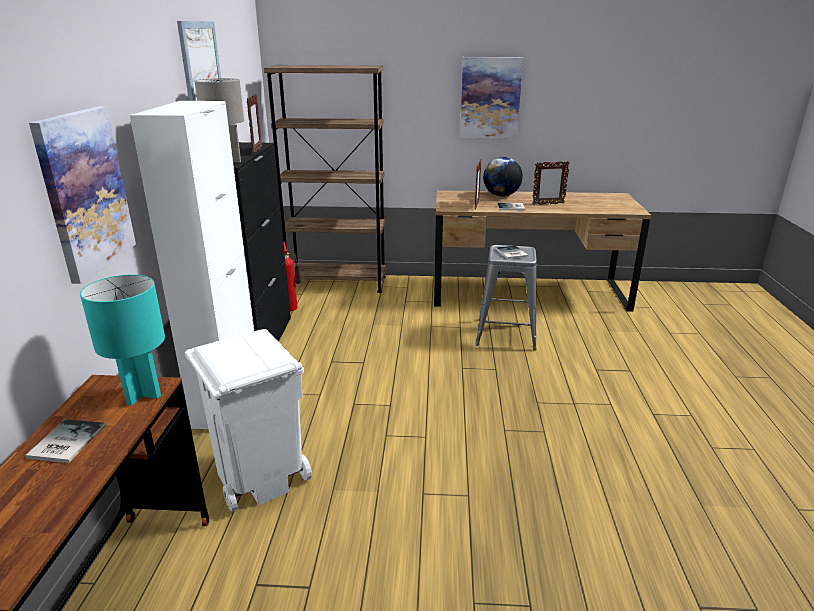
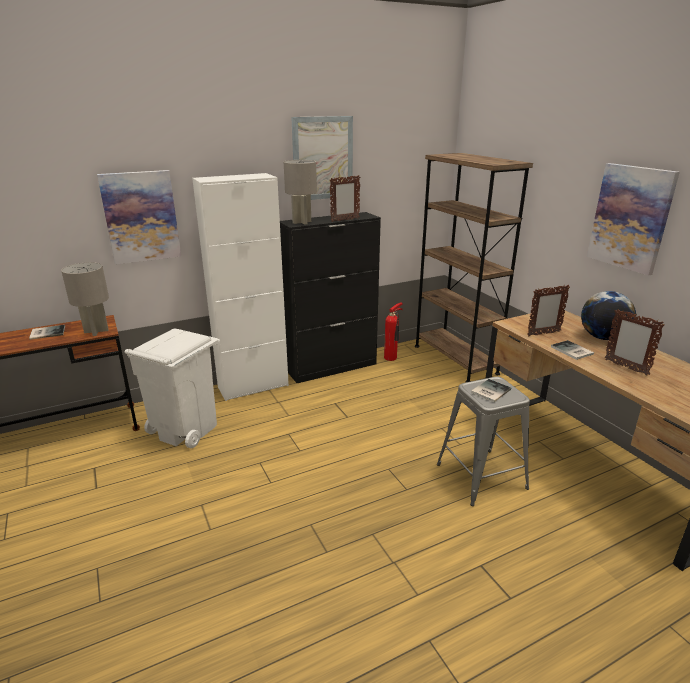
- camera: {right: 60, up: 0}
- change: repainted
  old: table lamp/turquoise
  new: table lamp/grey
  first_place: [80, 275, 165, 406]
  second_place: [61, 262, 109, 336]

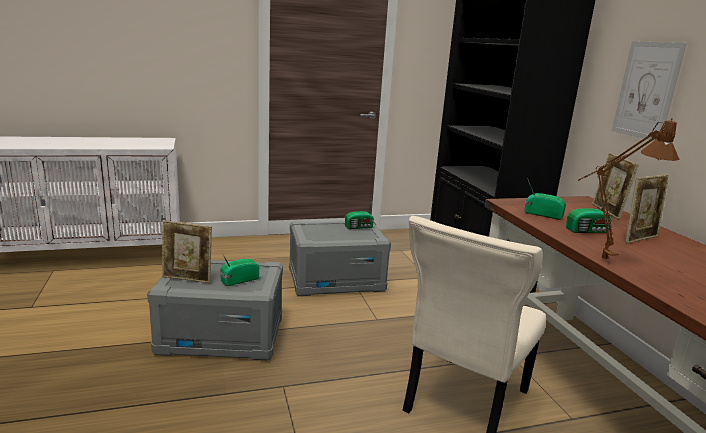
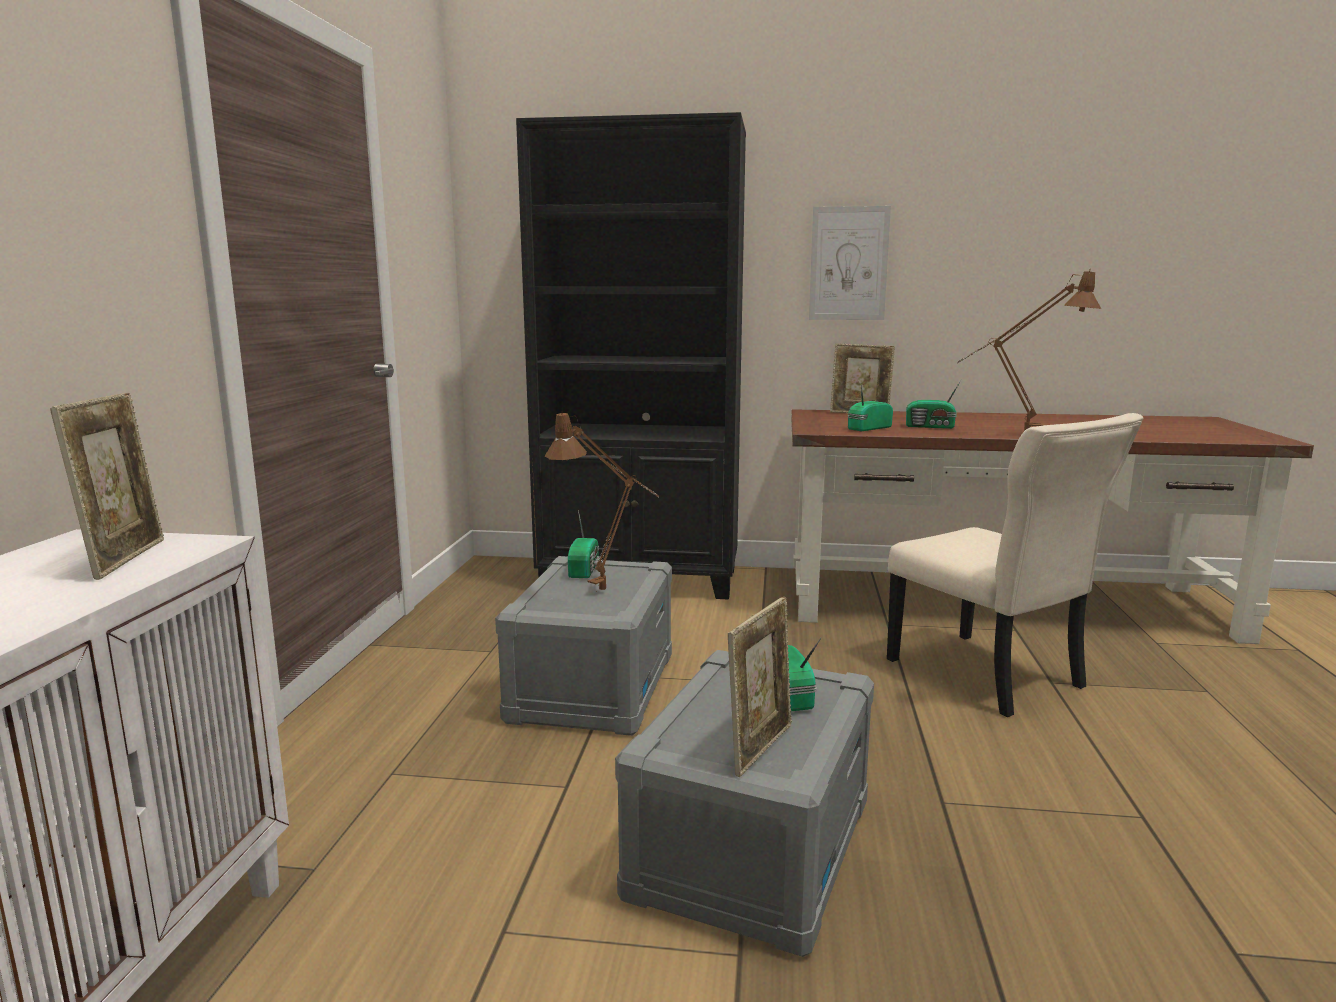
- camera: {right: -65, up: -5}
- change: new
  new: table lamp/brown
  second_place: [545, 413, 659, 590]
- change: shifted
  old: picture frame
  first_place: [625, 175, 669, 244]
  second_place: [50, 393, 164, 580]
- change: rotated
  old: radio
  first_place: [566, 192, 612, 233]
  second_place: [906, 380, 961, 429]
  degrees: 90

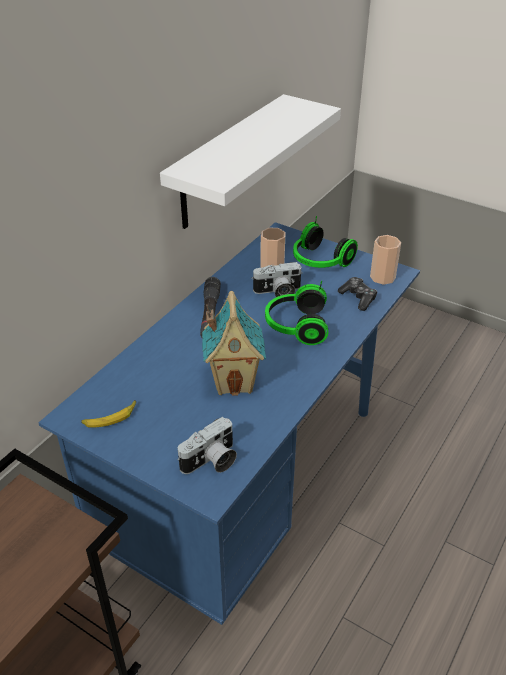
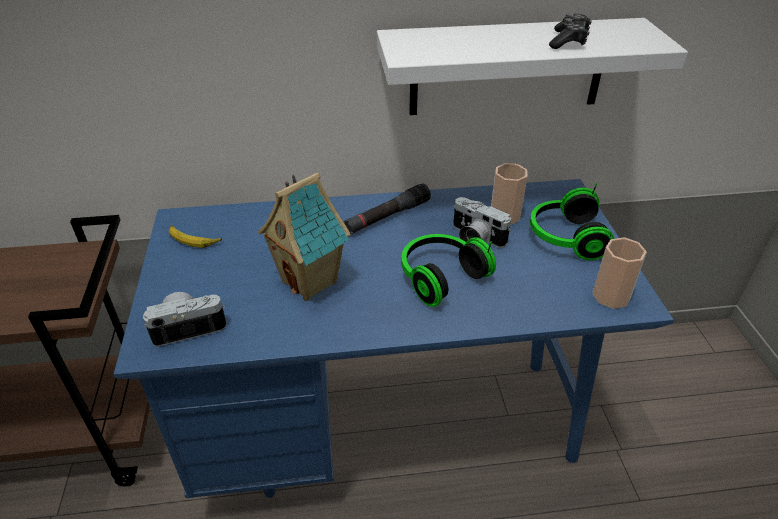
- camera: {right: 50, up: 0}
- change: shifted
  old: game controller
  first_place: [338, 277, 378, 311]
  second_place: [549, 13, 592, 49]
- change: rotated
  old: photo camera
  first_place: [177, 417, 237, 474]
  second_place: [143, 292, 227, 347]
  degrees: 150

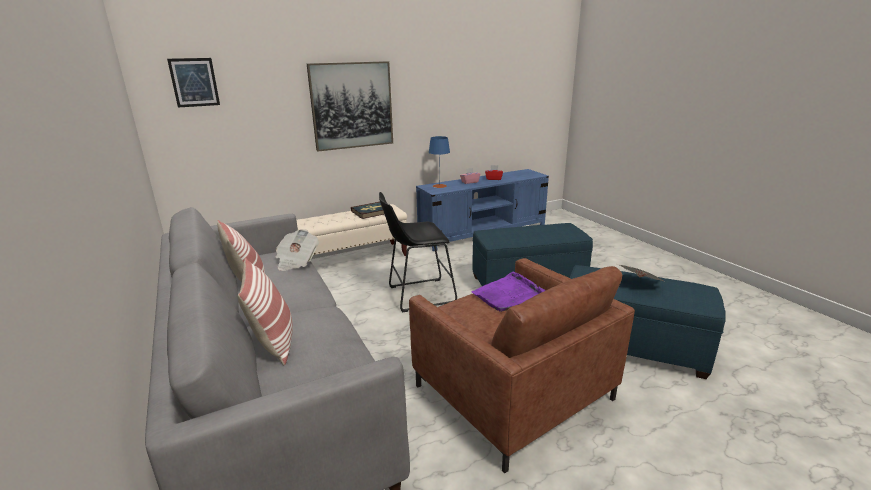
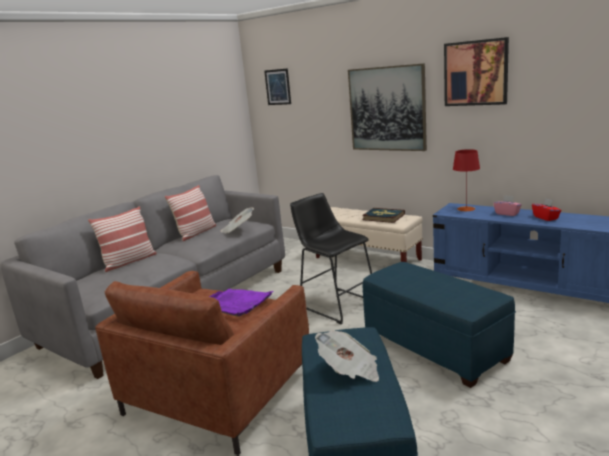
- camera: {right: 65, up: -5}
- change: new
  new: picture
  second_place: [444, 37, 509, 106]
- change: repainted
  old: table lamp/blue
  new: table lamp/red
  first_place: [429, 136, 450, 188]
  second_place: [453, 149, 480, 211]

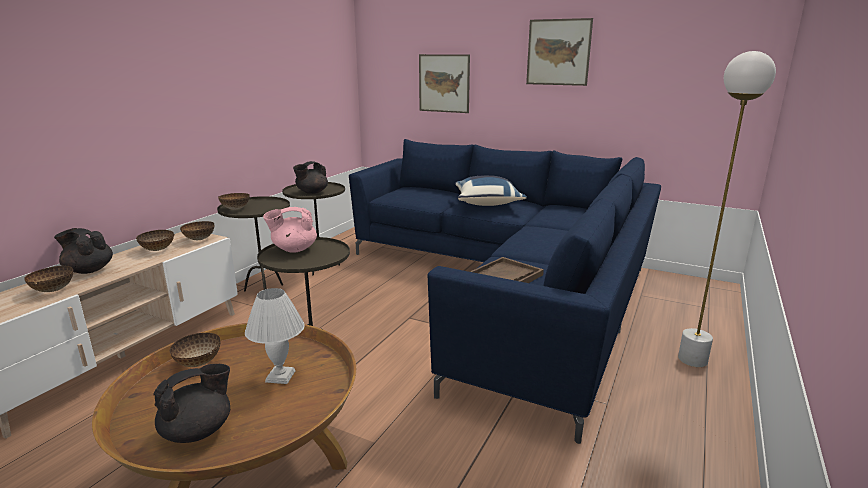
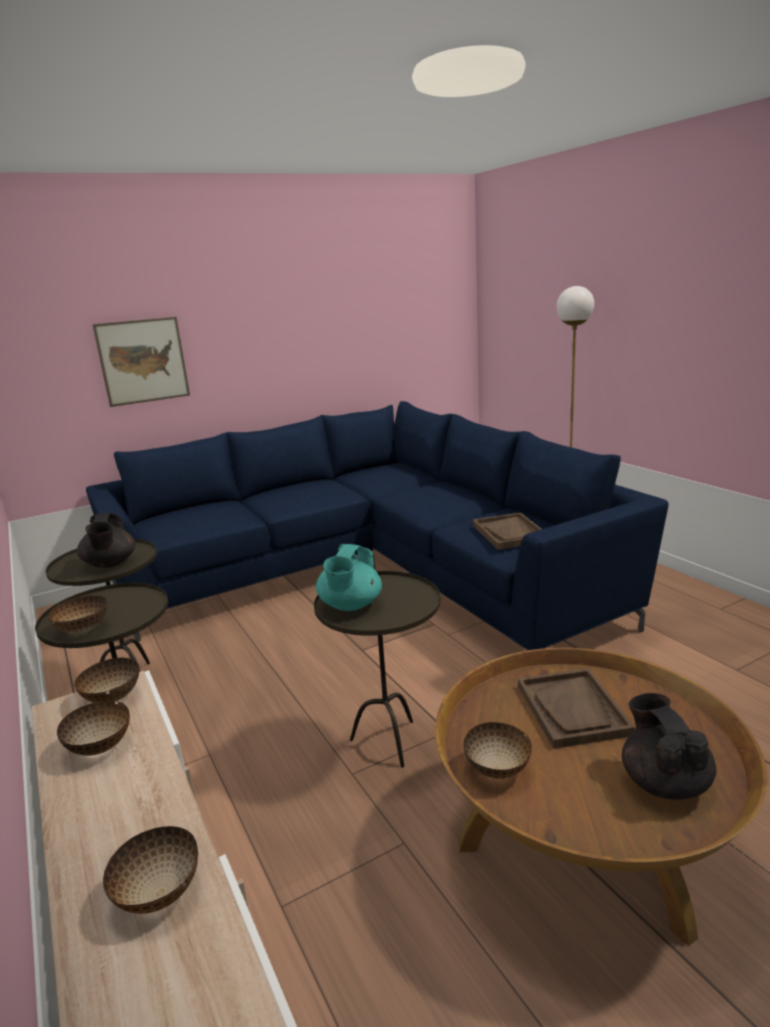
- camera: {right: -55, up: 0}
- change: gone
  old: teapot/black
  first_place: [54, 228, 113, 274]
- change: gone
  old: pillow/blue
  first_place: [455, 175, 527, 206]
- change: gone
  old: picture
  first_place: [526, 18, 593, 86]
- change: swapped
  old: table lamp/white
  new: tray/brown
  first_place: [245, 288, 305, 384]
  second_place: [518, 668, 635, 749]
- change: repainted
  old: teapot/pink
  new: teapot/turquoise
  first_place: [263, 207, 317, 253]
  second_place: [316, 544, 382, 611]

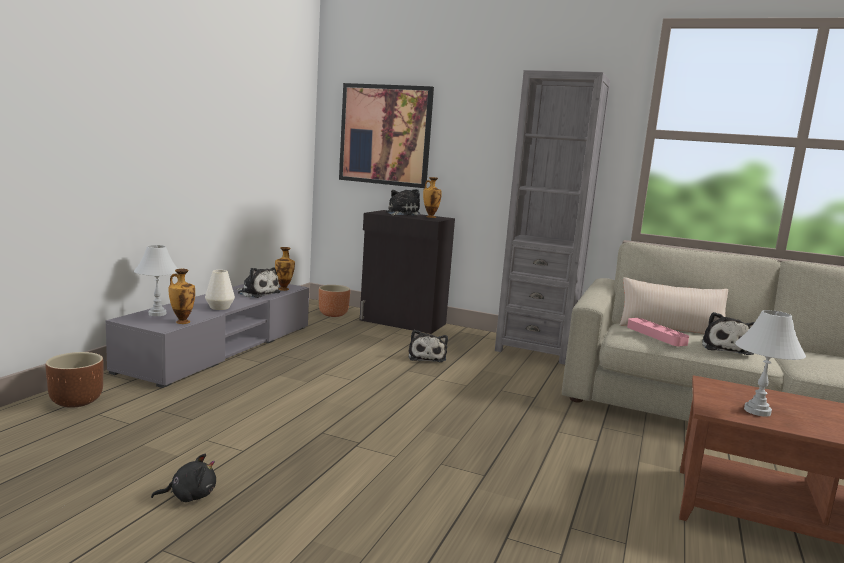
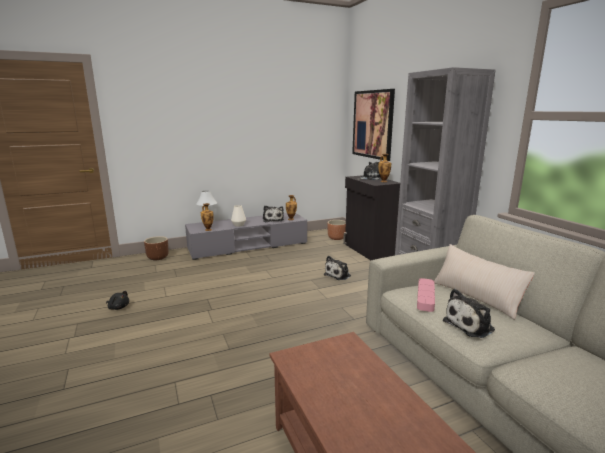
- camera: {right: 45, up: 5}
- change: gone
  old: table lamp/white
  first_place: [735, 310, 806, 417]

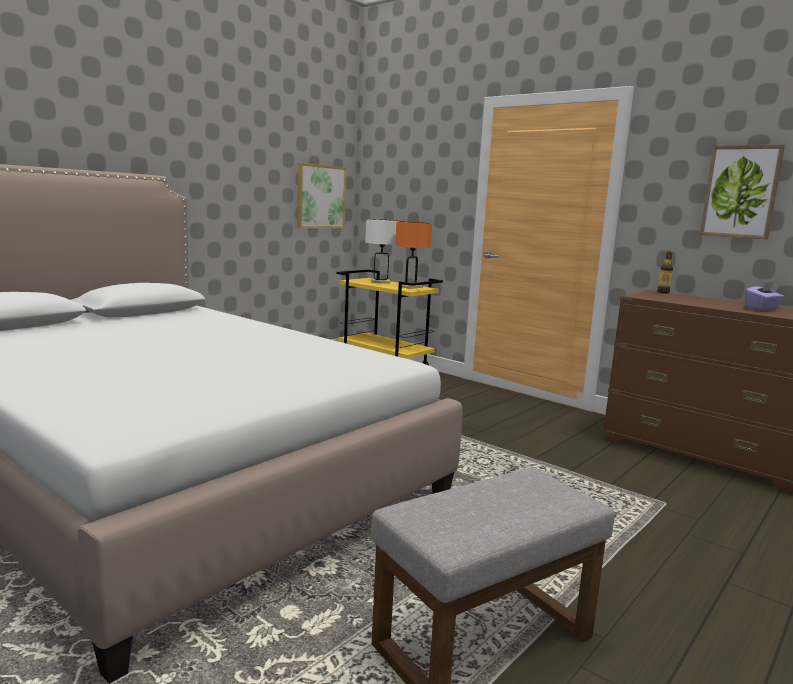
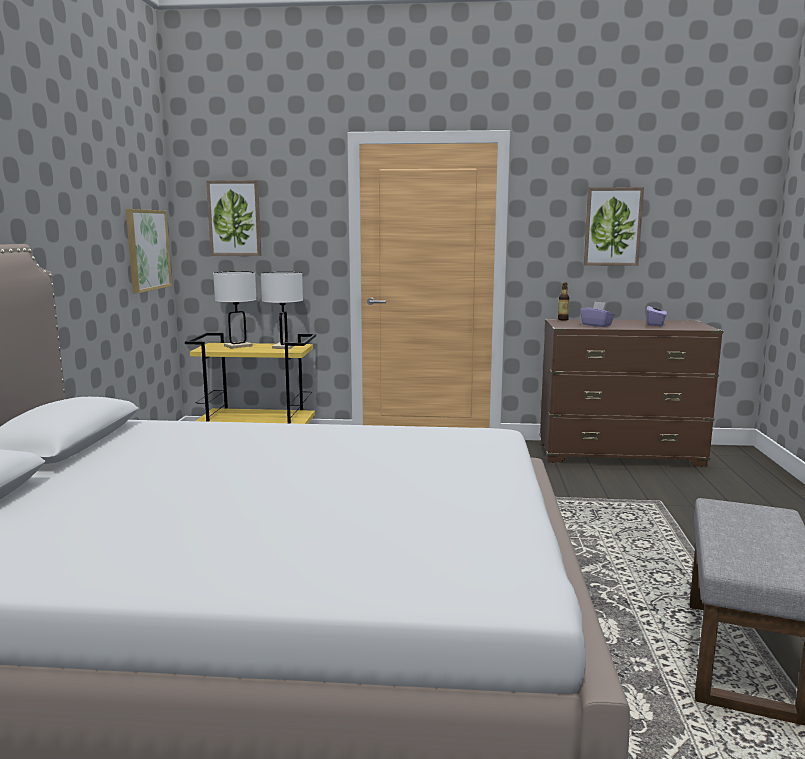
- camera: {right: -35, up: 0}
- change: new
  new: picture
  second_place: [206, 180, 261, 256]
- change: new
  new: tissue box/purple
  second_place: [580, 302, 615, 327]
- change: repainted
  old: table lamp/orange
  new: table lamp/white
  first_place: [395, 221, 432, 289]
  second_place: [261, 272, 303, 349]

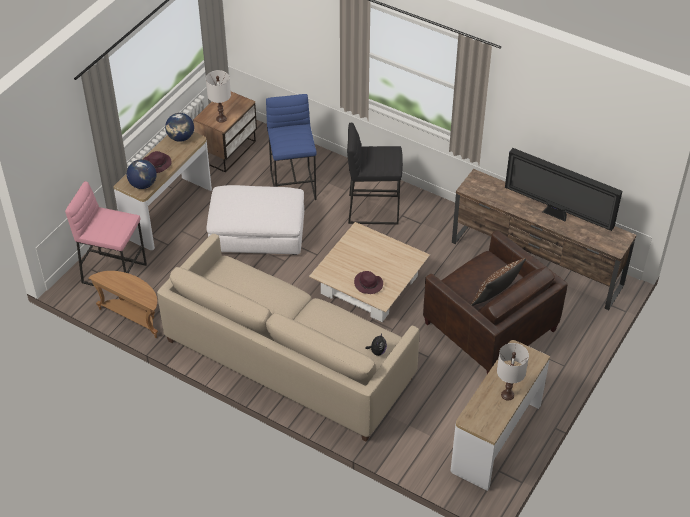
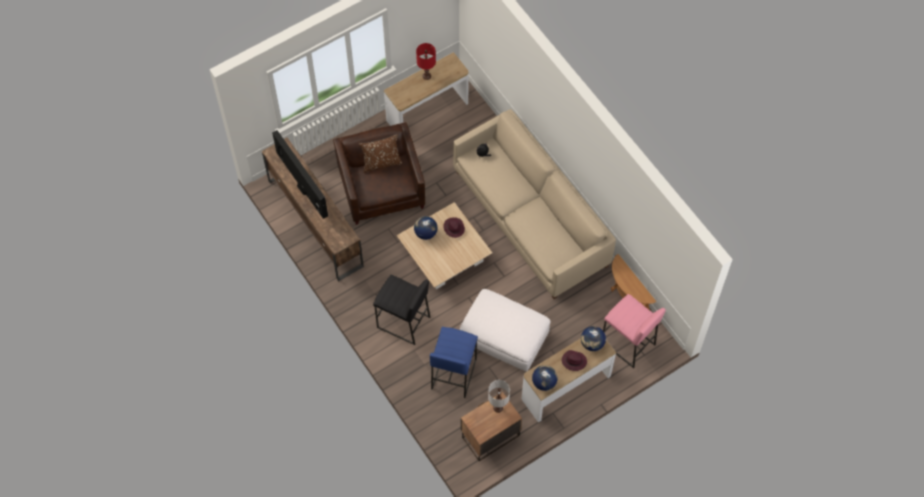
- camera: {right: -155, up: 15}
- change: new
  new: globe
  second_place: [414, 216, 437, 240]
- change: repainted
  old: table lamp/white
  new: table lamp/red
  first_place: [497, 343, 529, 401]
  second_place: [416, 43, 436, 80]

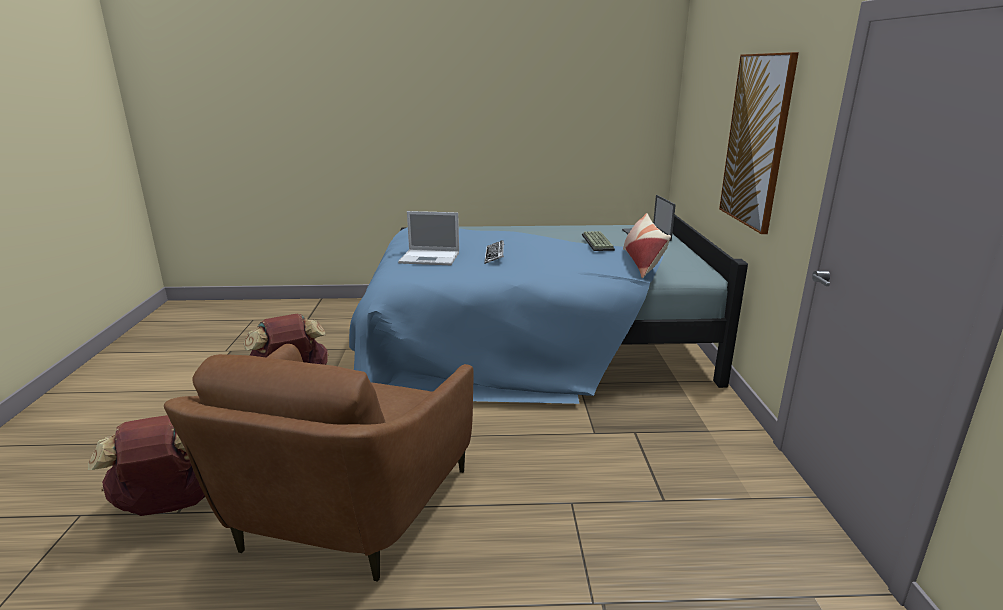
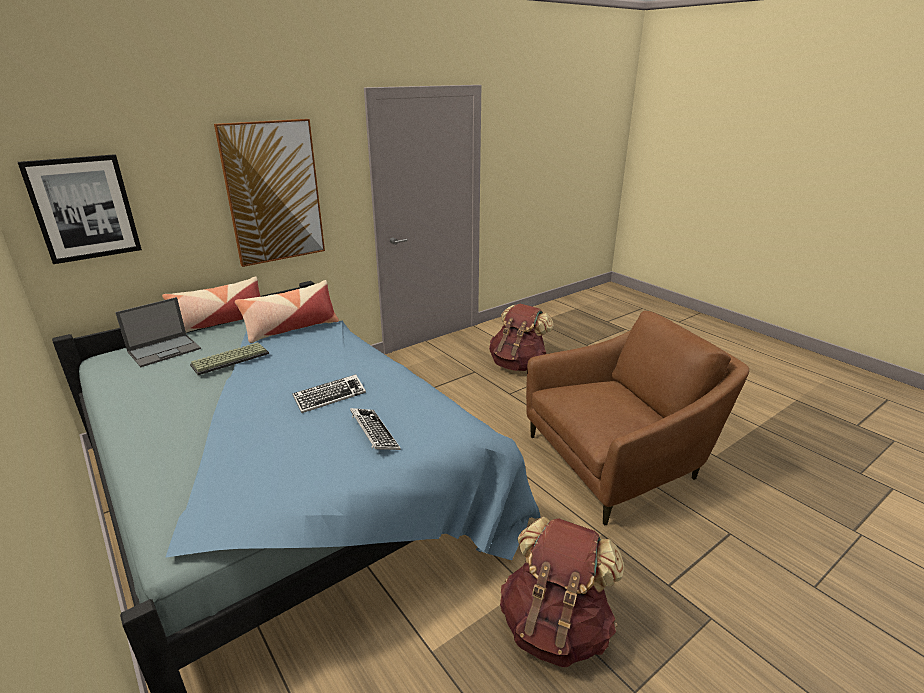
- camera: {right: -125, up: 5}
- change: new
  new: picture
  second_place: [18, 154, 142, 264]
- change: new
  new: pillow
  second_place: [162, 277, 261, 333]
- change: shifted
  old: backpack/brown
  first_place: [88, 415, 205, 516]
  second_place: [489, 303, 554, 371]
- change: swapped
  old: laptop
  new: keyboard
  first_place: [398, 211, 459, 265]
  second_place: [350, 408, 401, 450]

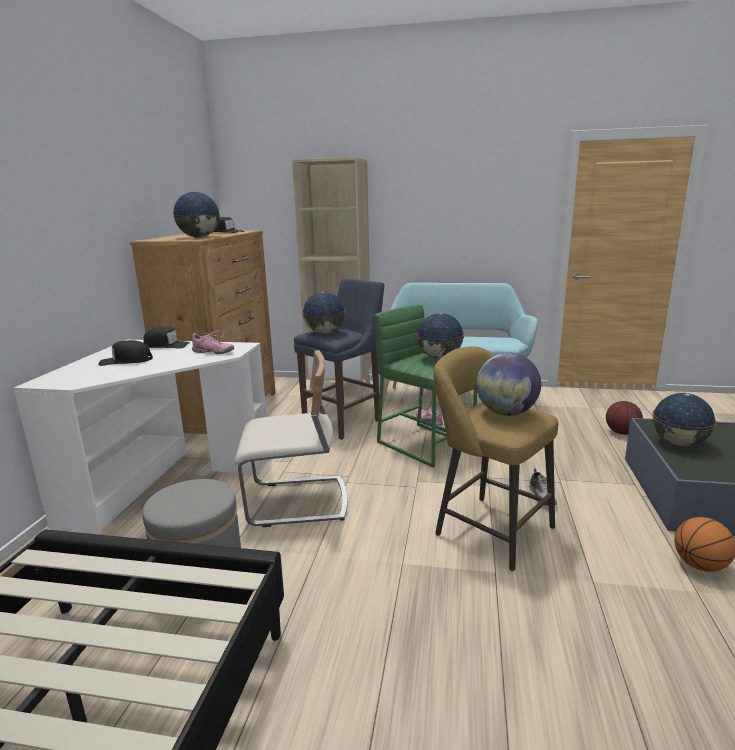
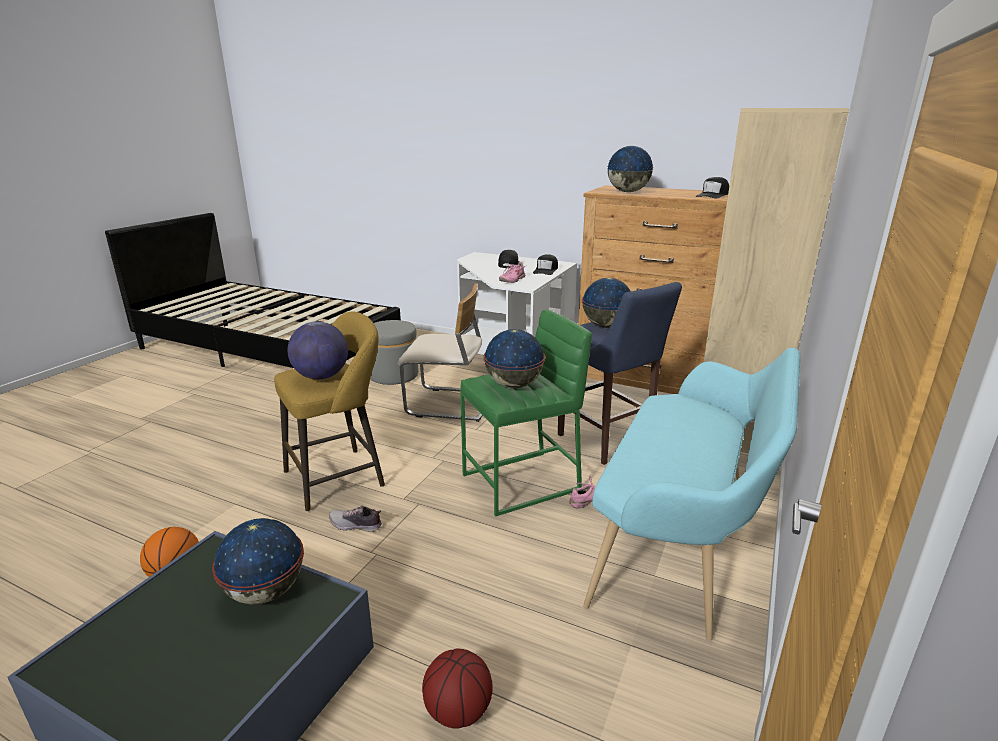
- camera: {right: 105, up: 5}
- change: rotated
  old: chair/beige
  first_place: [235, 350, 348, 527]
  second_place: [398, 283, 483, 422]
  degrees: -90

